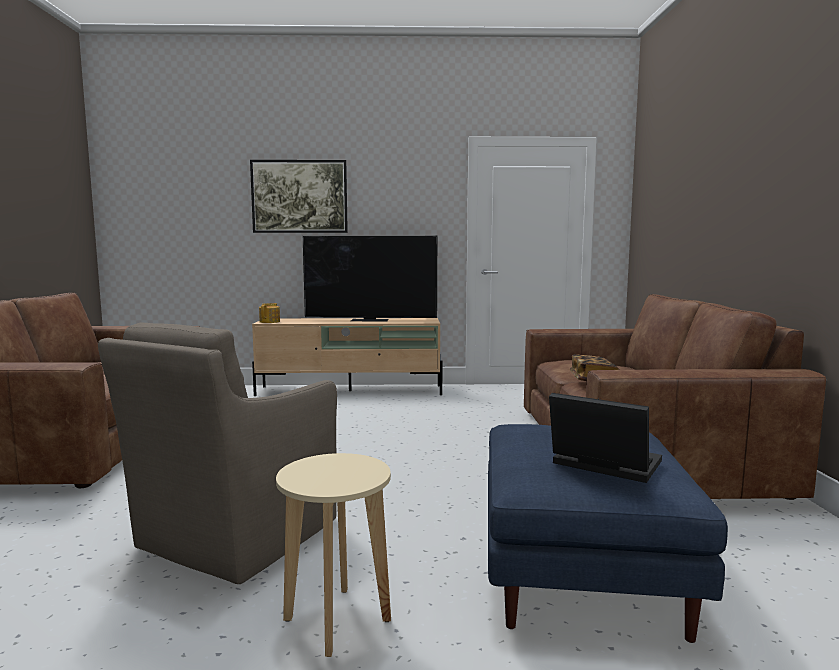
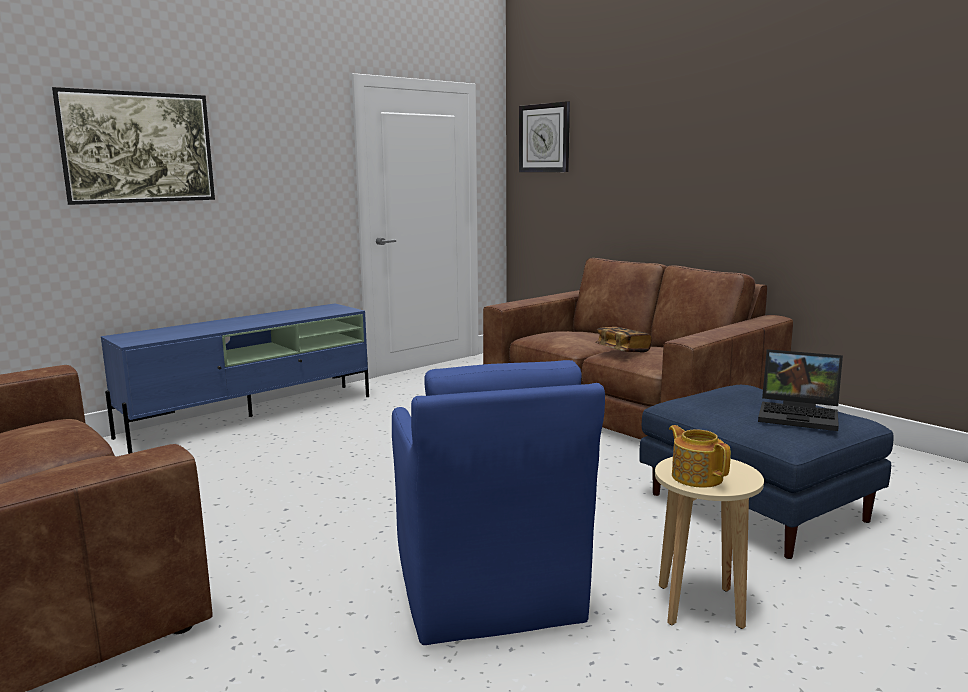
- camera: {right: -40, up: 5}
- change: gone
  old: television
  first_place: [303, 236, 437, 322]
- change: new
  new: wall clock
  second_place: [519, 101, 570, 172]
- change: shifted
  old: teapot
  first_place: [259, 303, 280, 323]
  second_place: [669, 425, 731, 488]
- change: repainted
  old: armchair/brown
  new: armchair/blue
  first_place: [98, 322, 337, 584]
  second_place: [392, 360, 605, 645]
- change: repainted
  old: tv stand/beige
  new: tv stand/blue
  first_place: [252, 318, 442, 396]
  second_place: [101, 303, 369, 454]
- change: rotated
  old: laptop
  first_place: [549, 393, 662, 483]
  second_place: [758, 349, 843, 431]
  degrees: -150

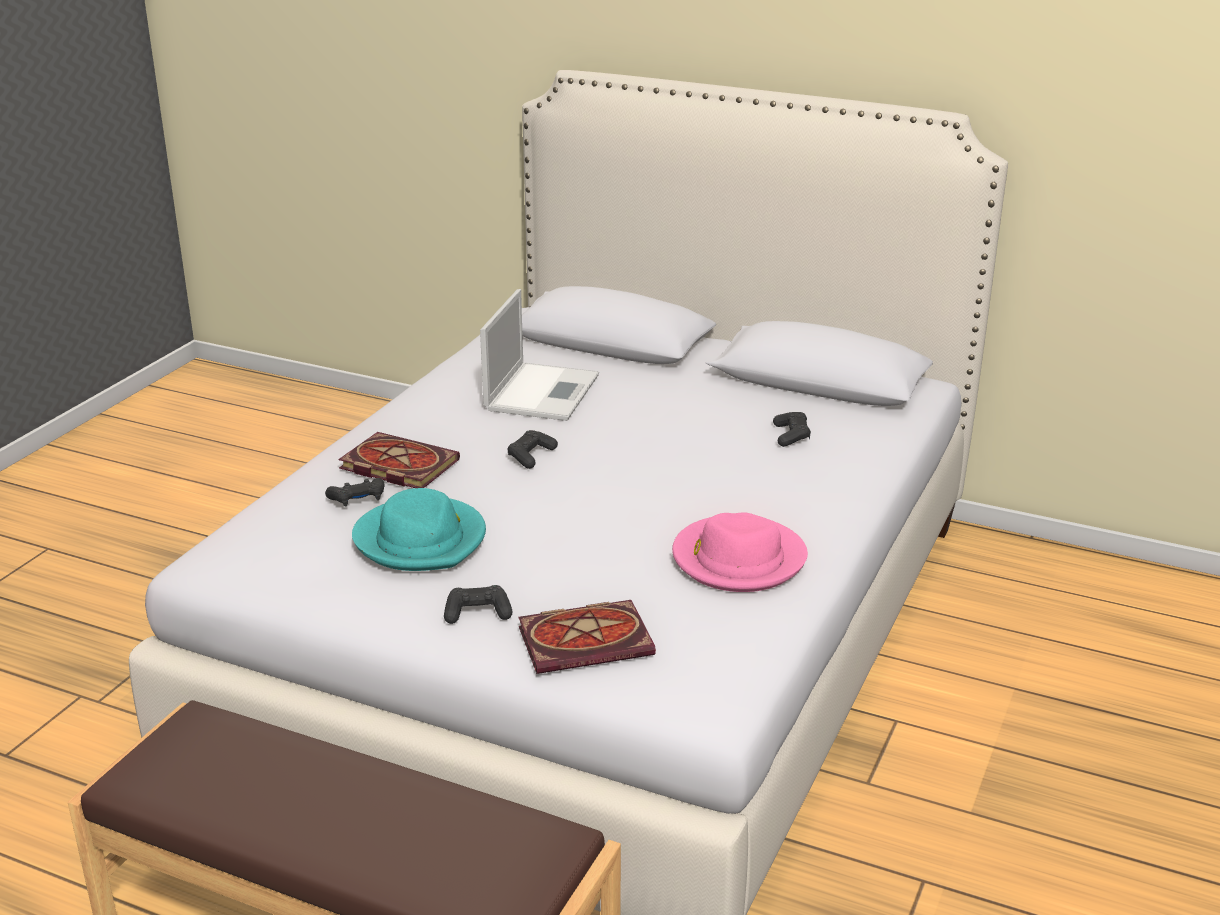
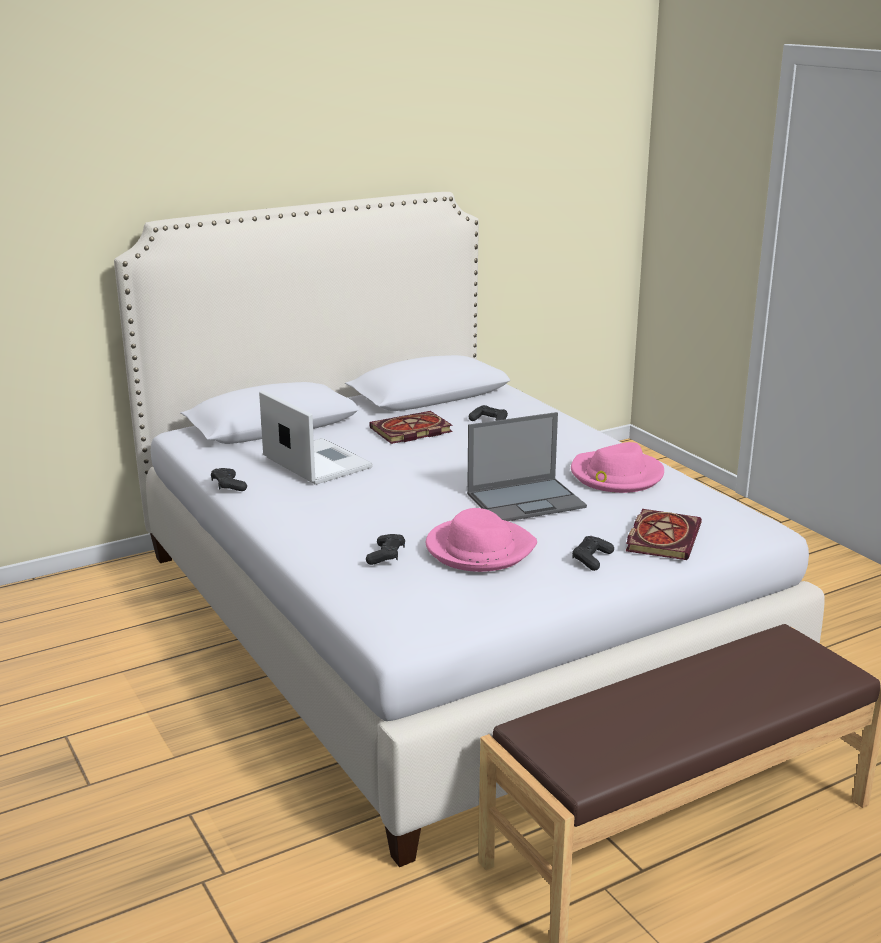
- camera: {right: -55, up: -5}
- change: new
  new: laptop
  second_place: [467, 412, 587, 521]
- change: shifted
  old: book
  first_place: [338, 432, 460, 488]
  second_place: [369, 411, 453, 444]
- change: shifted
  old: game controller/black
  first_place: [507, 430, 558, 469]
  second_place: [211, 468, 247, 491]
- change: repainted
  old: hat/turquoise
  new: hat/pink
  first_place: [352, 488, 486, 571]
  second_place: [426, 508, 537, 572]

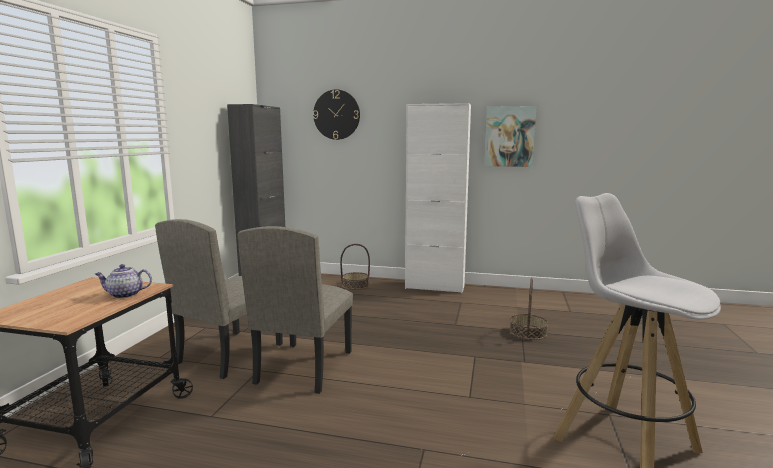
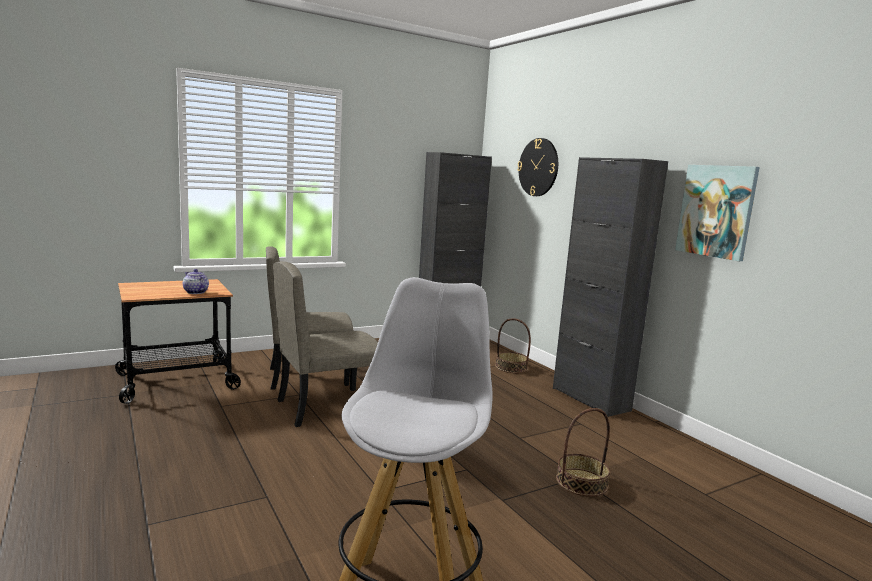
- camera: {right: 45, up: 0}
- change: repainted
  old: cabinet/white
  new: cabinet/black
  first_place: [405, 103, 471, 293]
  second_place: [553, 157, 668, 417]

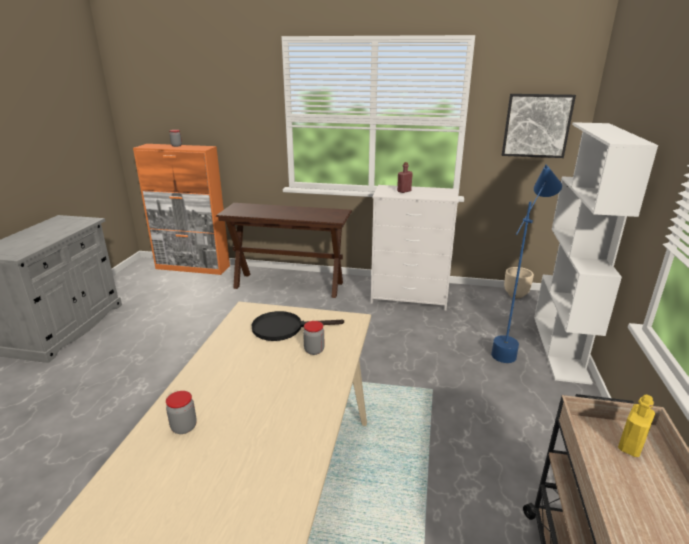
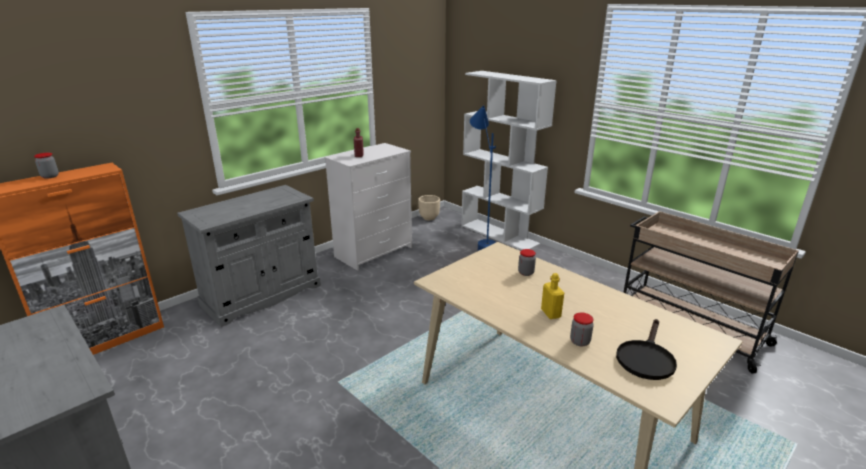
- camera: {right: -55, up: 0}
- change: gone
  old: picture
  first_place: [502, 94, 576, 158]
- change: shifted
  old: frying pan/black
  first_place: [252, 311, 344, 341]
  second_place: [616, 319, 677, 380]
- change: shifted
  old: bottle/yellow
  first_place: [618, 394, 655, 457]
  second_place: [541, 273, 564, 319]
- change: swapped
  old: console table/brown
  new: cabinet/grey
  first_place: [216, 203, 352, 298]
  second_place: [177, 185, 321, 327]

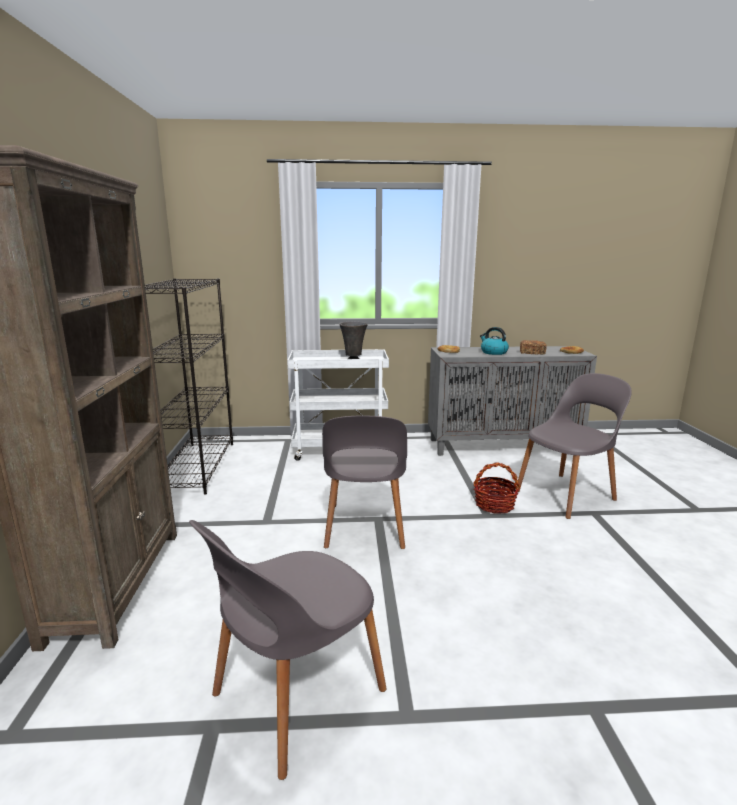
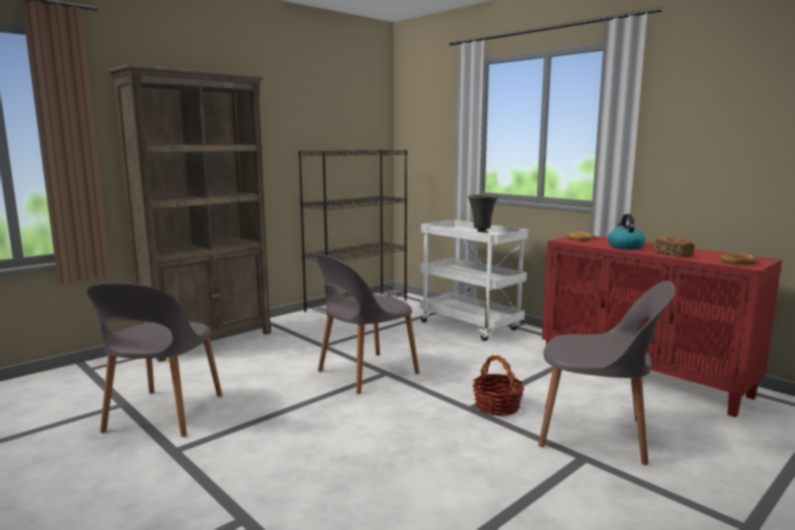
- camera: {right: 50, up: -5}
- change: repainted
  old: cabinet/grey
  new: cabinet/red
  first_place: [428, 346, 597, 456]
  second_place: [542, 236, 782, 417]
- change: rotated
  old: chair/grey
  first_place: [189, 520, 387, 780]
  second_place: [87, 283, 222, 437]
  degrees: -90

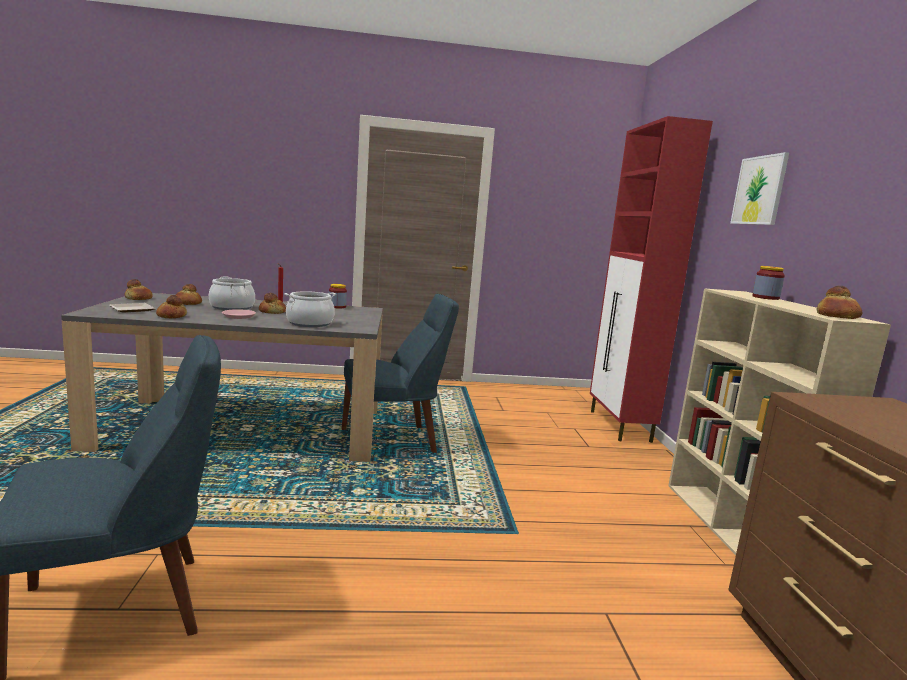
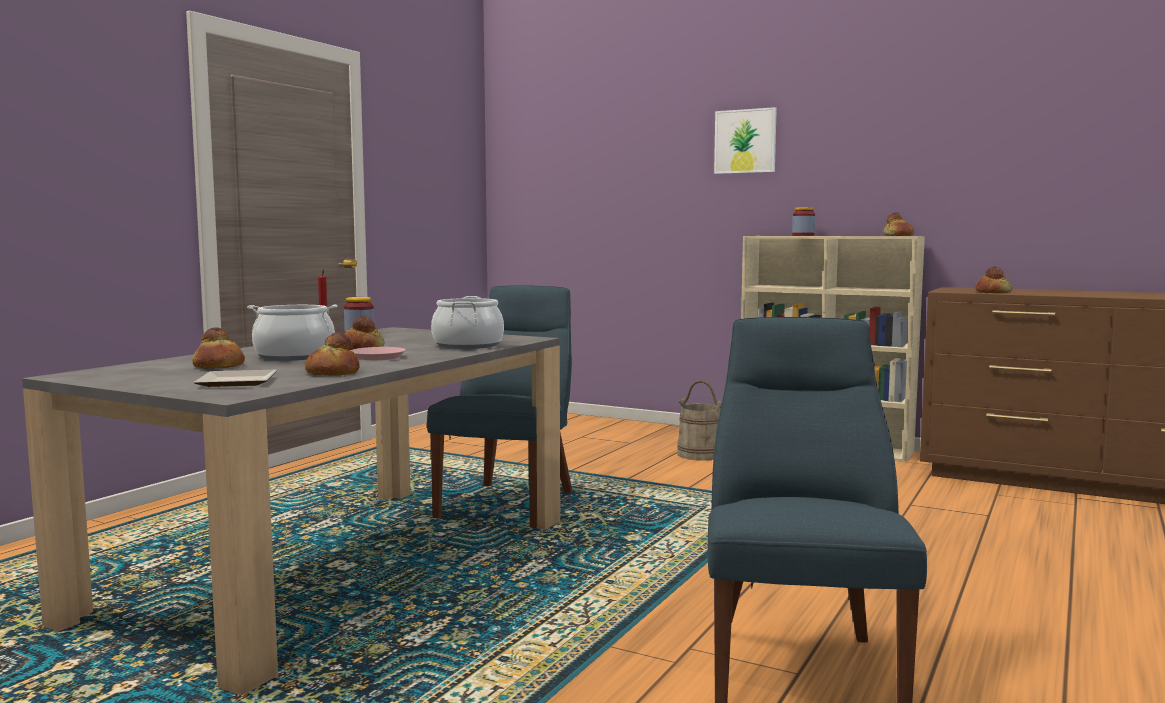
- camera: {right: -55, up: -5}
- change: gone
  old: cabinet/red
  first_place: [590, 116, 713, 443]
- change: new
  new: bucket/beige
  second_place: [677, 380, 722, 461]
- change: shifted
  old: bread
  first_place: [125, 279, 153, 300]
  second_place: [976, 266, 1013, 293]

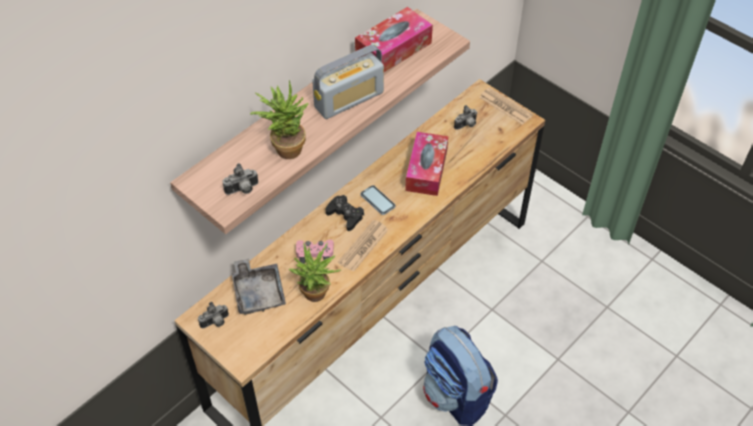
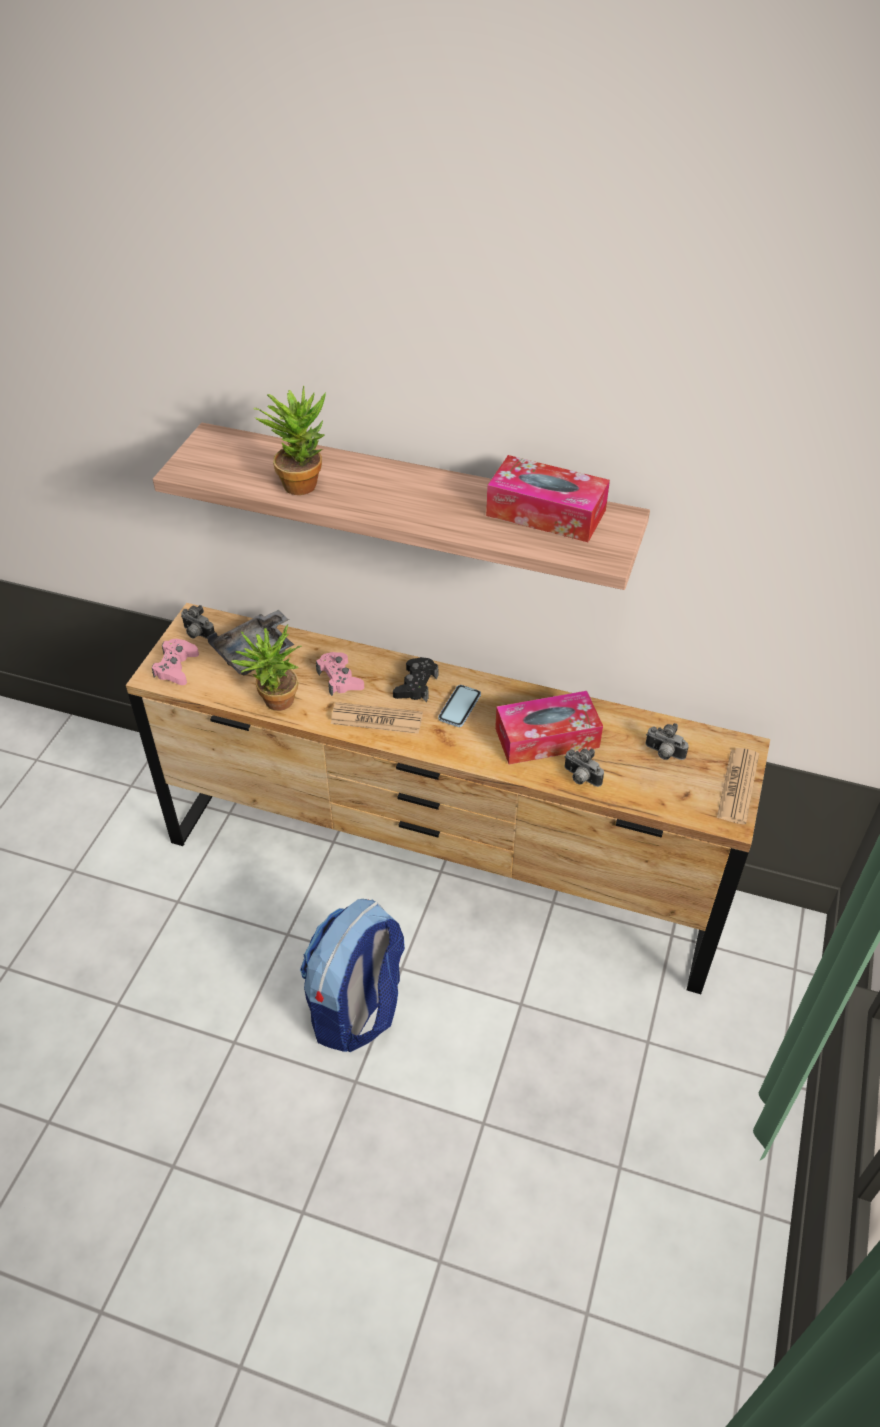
- camera: {right: 65, up: -5}
- change: gone
  old: radio
  first_place: [312, 45, 384, 119]
- change: new
  new: game controller/pink
  second_place: [152, 639, 199, 685]
- change: shifted
  old: photo camera
  first_place: [222, 163, 258, 195]
  second_place: [564, 748, 604, 787]

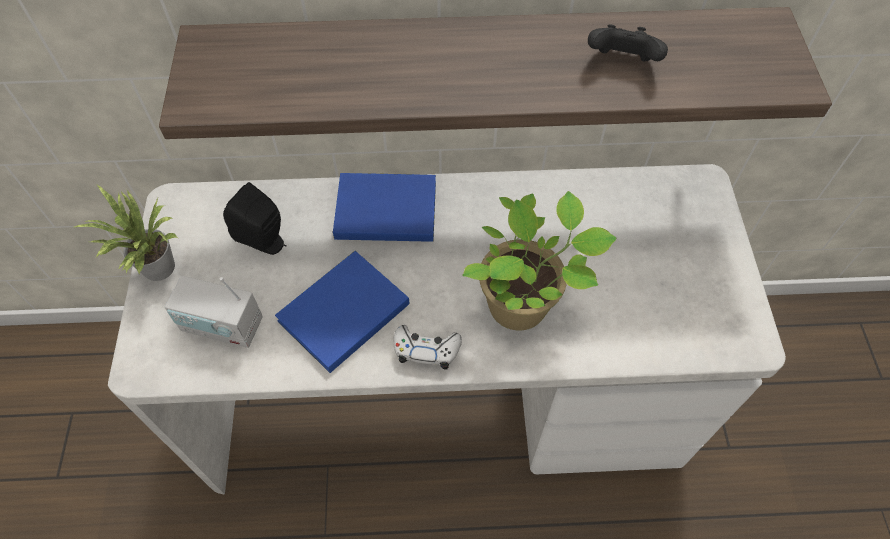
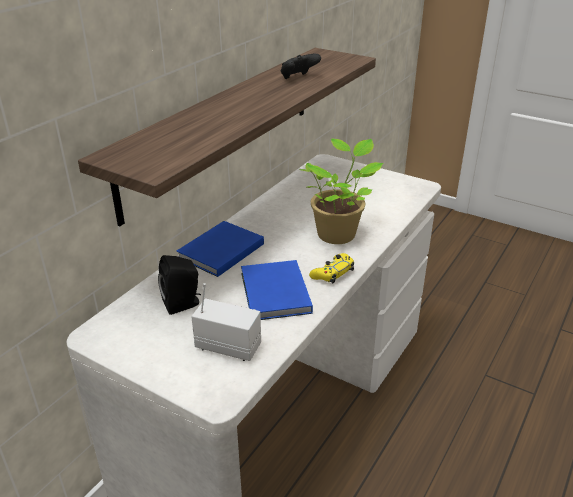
- camera: {right: -55, up: -25}
- change: gone
  old: potted plant
  first_place: [74, 185, 179, 281]
- change: repainted
  old: game controller/white
  new: game controller/yellow
  first_place: [394, 325, 462, 370]
  second_place: [309, 253, 354, 283]
- change: rotated
  old: radio
  first_place: [165, 276, 263, 348]
  second_place: [191, 283, 261, 361]
  degrees: -120

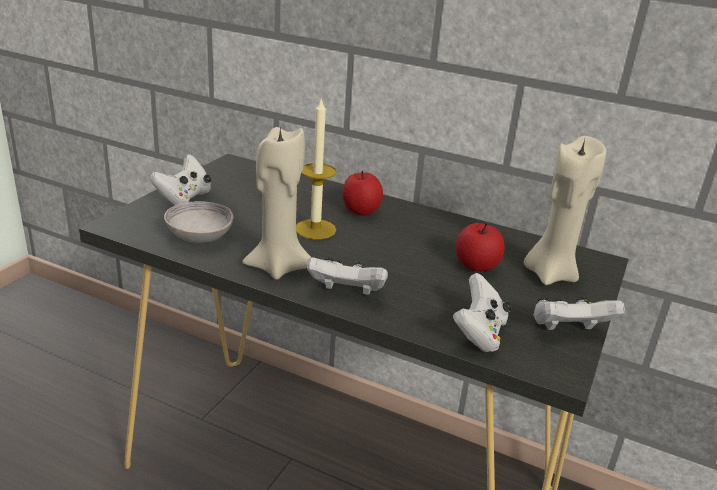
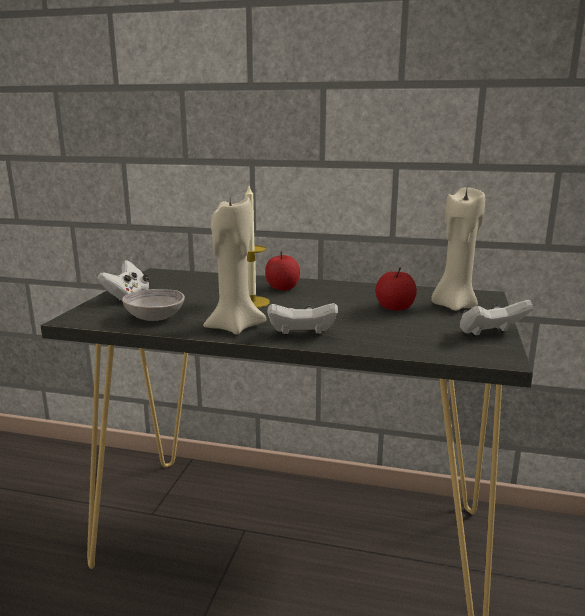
- camera: {right: -10, up: -10}
- change: gone
  old: game controller/white
  first_place: [453, 273, 511, 352]

